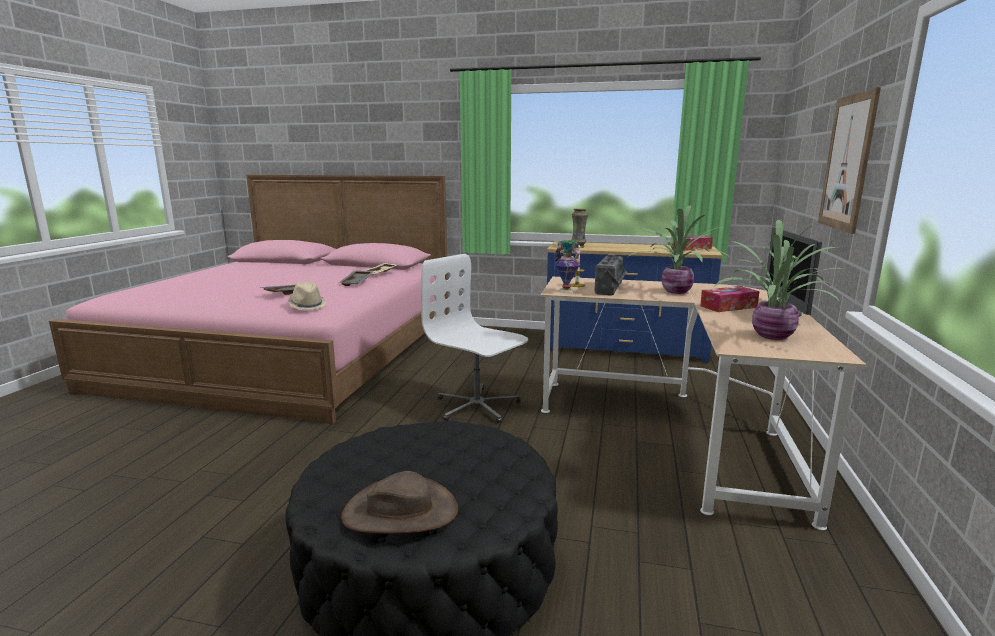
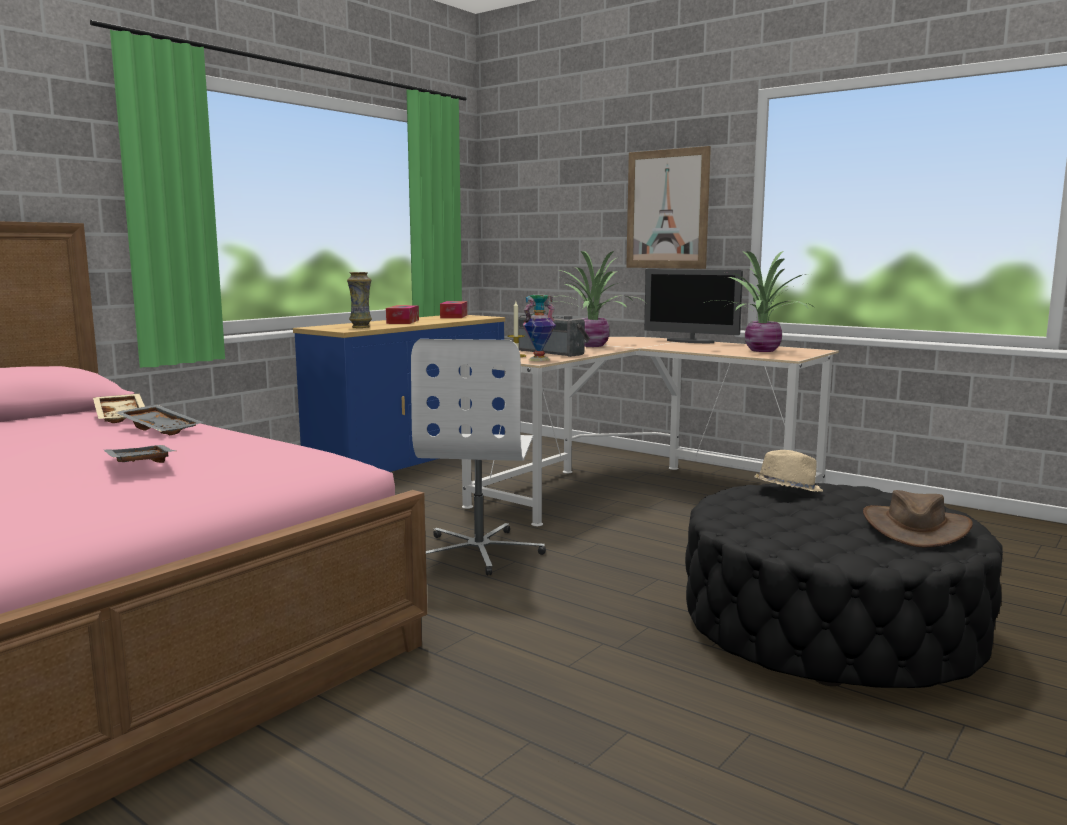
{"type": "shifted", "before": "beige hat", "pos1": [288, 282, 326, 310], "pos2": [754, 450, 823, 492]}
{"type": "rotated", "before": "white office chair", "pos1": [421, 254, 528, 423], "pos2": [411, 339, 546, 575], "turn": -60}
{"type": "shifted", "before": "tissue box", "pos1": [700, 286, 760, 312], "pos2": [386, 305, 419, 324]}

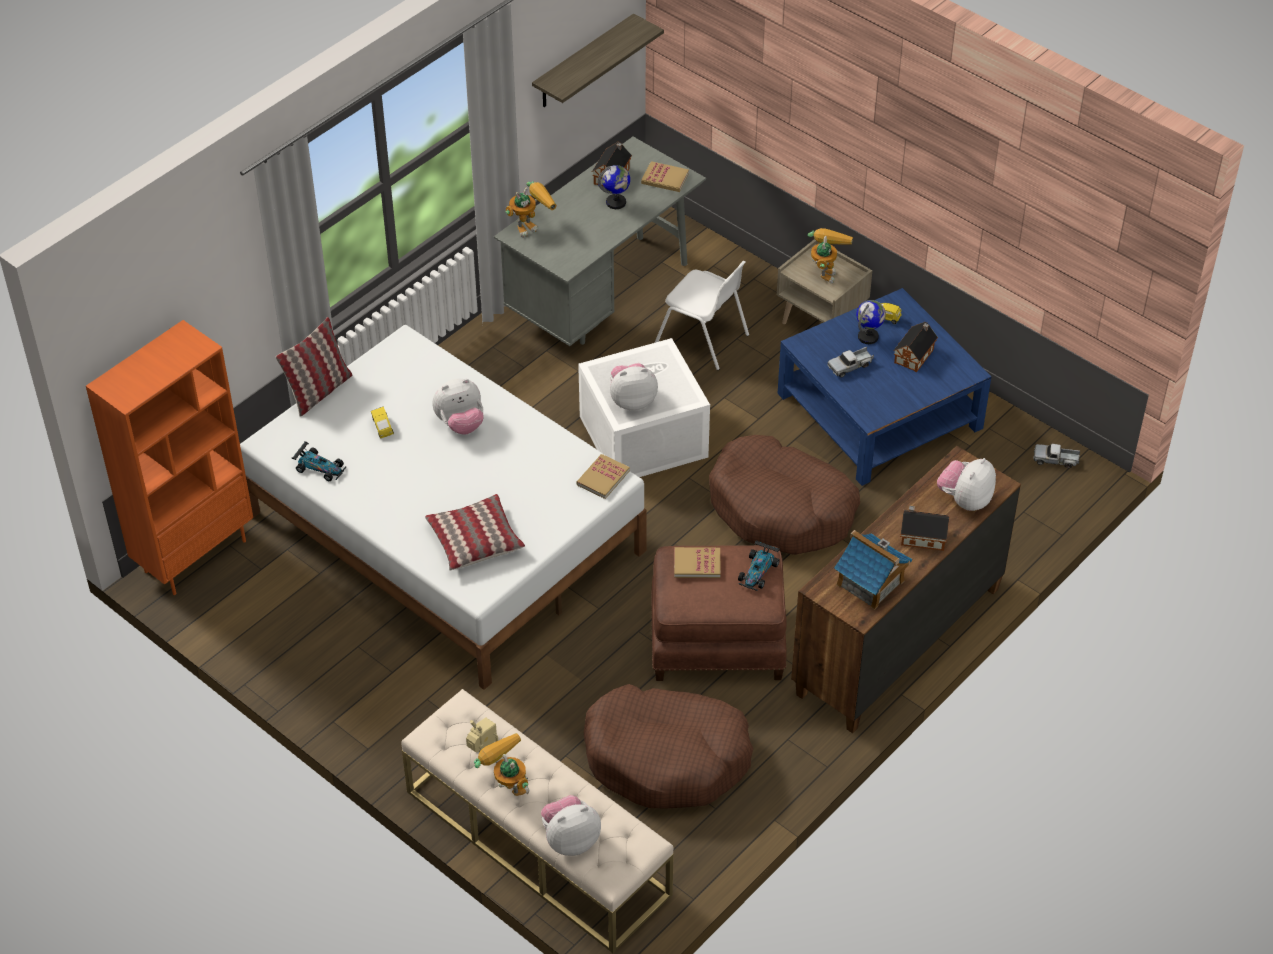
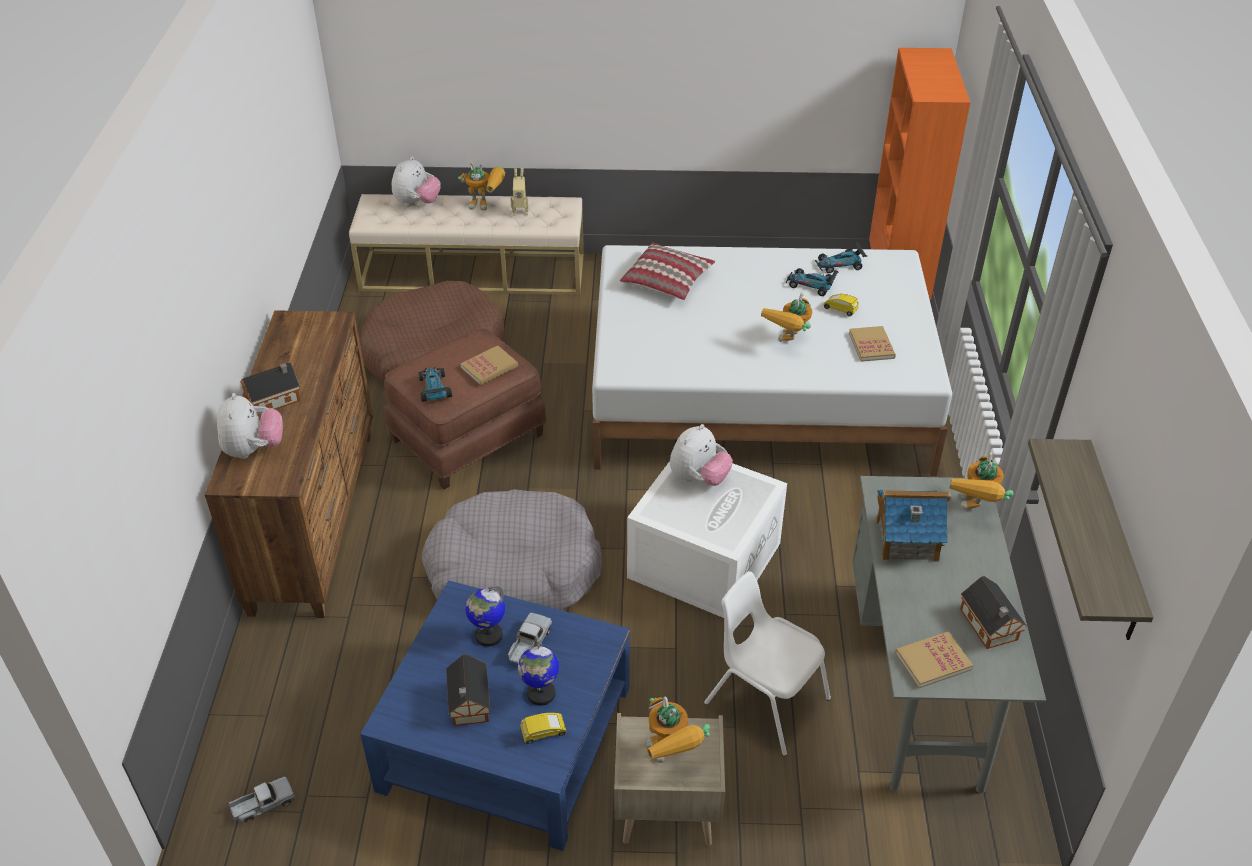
{"type": "gone", "before": "pillow", "pos1": [276, 317, 352, 417]}
{"type": "swapped", "before": "plush toy", "after": "toy robot", "pos1": [432, 379, 484, 434], "pos2": [761, 292, 812, 342]}
{"type": "shifted", "before": "book", "pos1": [576, 454, 630, 499], "pos2": [849, 326, 896, 362]}
{"type": "shifted", "before": "globe", "pos1": [598, 165, 630, 209], "pos2": [465, 586, 505, 647]}
{"type": "rotated", "before": "white chair", "pos1": [655, 261, 749, 370], "pos2": [704, 571, 831, 756], "turn": 45}
{"type": "repainted", "before": "brown dog bed", "after": "grey dog bed", "pos1": [709, 435, 860, 555], "pos2": [421, 489, 602, 610]}
{"type": "shifted", "before": "toy house", "pos1": [834, 530, 912, 610], "pos2": [876, 489, 951, 562]}
{"type": "new", "after": "toy car", "pos2": [786, 268, 839, 296]}

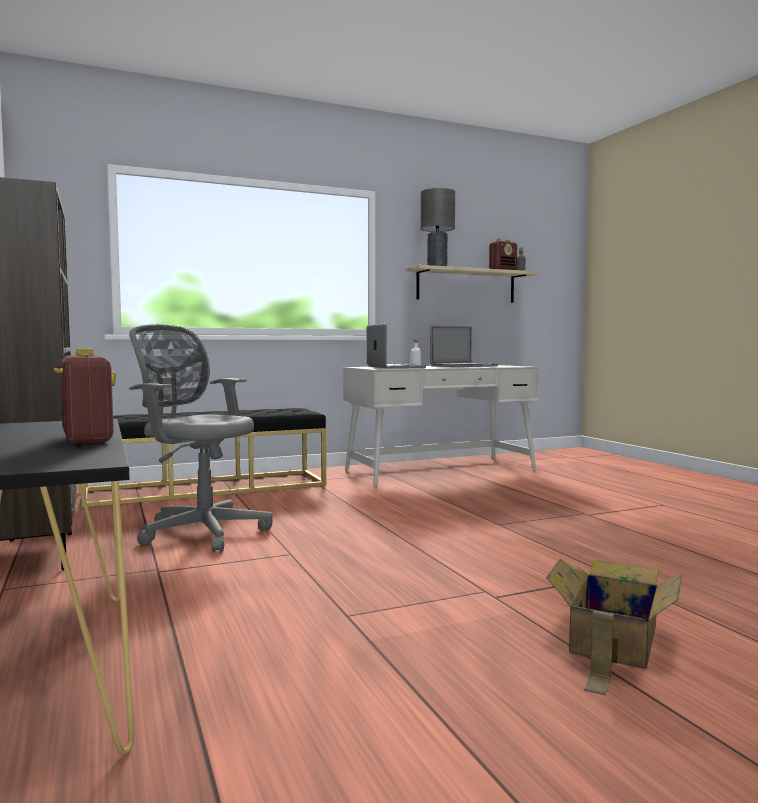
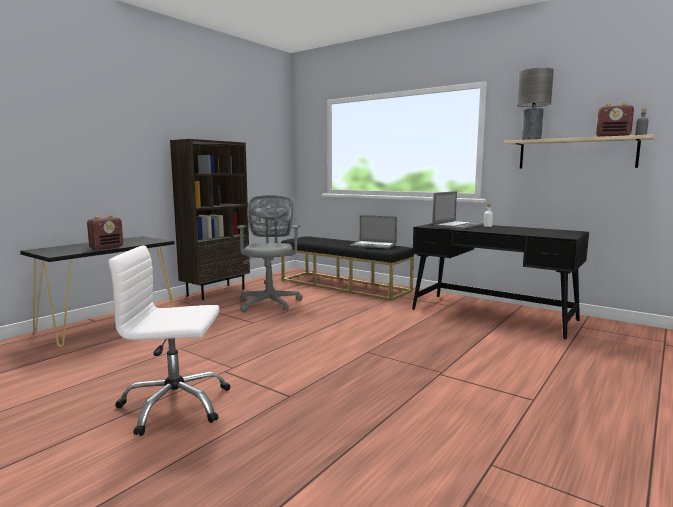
{"type": "repainted", "before": "white desk", "after": "black desk", "pos1": [343, 365, 540, 486], "pos2": [412, 223, 589, 339]}
{"type": "shifted", "before": "laptop", "pos1": [430, 326, 498, 367], "pos2": [350, 215, 397, 249]}
{"type": "swapped", "before": "cardboard box", "after": "white office chair", "pos1": [546, 558, 682, 696], "pos2": [108, 245, 230, 436]}

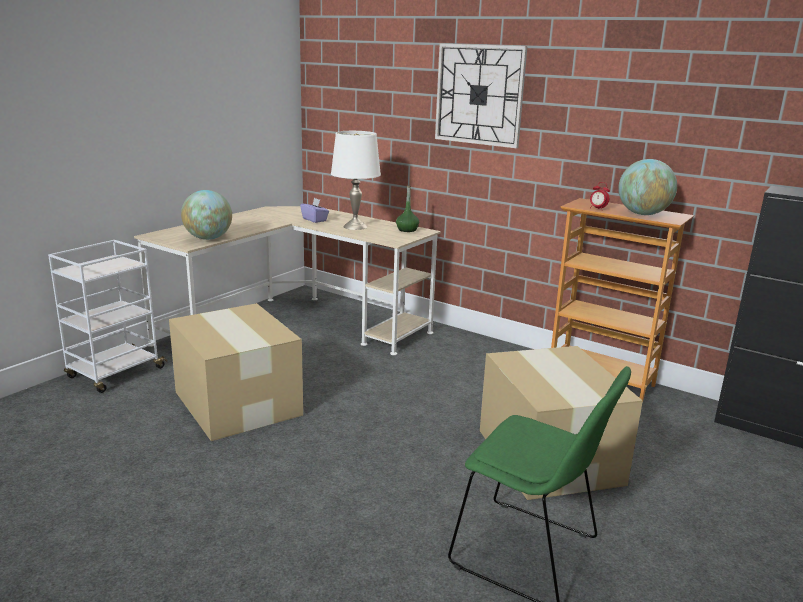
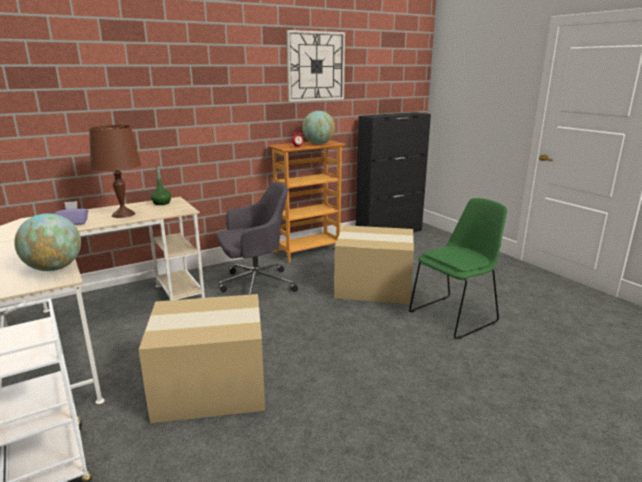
{"type": "repainted", "before": "white table lamp", "after": "brown table lamp", "pos1": [331, 131, 381, 230], "pos2": [89, 125, 141, 218]}
{"type": "shifted", "before": "wall clock", "pos1": [435, 43, 528, 148], "pos2": [286, 30, 345, 102]}
{"type": "new", "after": "grey office chair", "pos2": [217, 182, 298, 295]}

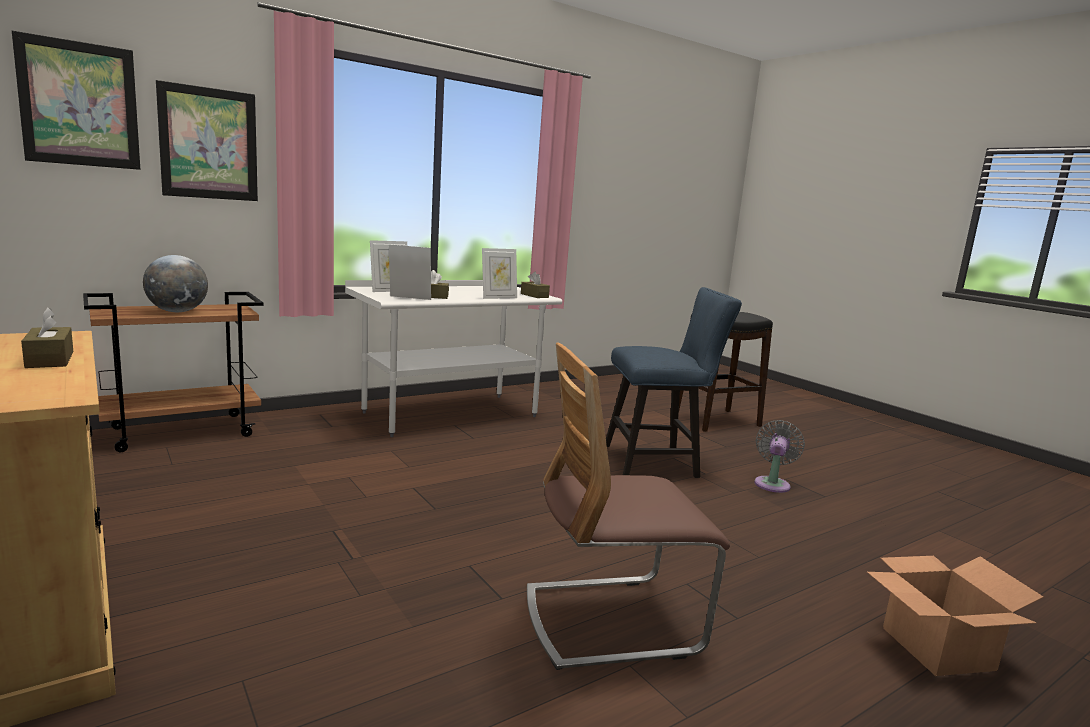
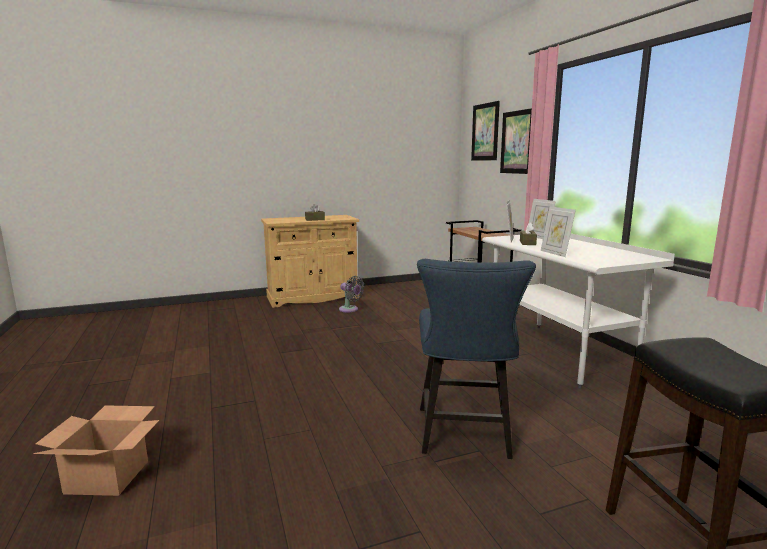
{"type": "gone", "before": "globe", "pos1": [143, 255, 208, 312]}
{"type": "gone", "before": "brown tissue box", "pos1": [521, 272, 550, 298]}
{"type": "gone", "before": "chair", "pos1": [527, 343, 730, 670]}
{"type": "shifted", "before": "grey fan", "pos1": [755, 420, 805, 493], "pos2": [339, 276, 364, 312]}

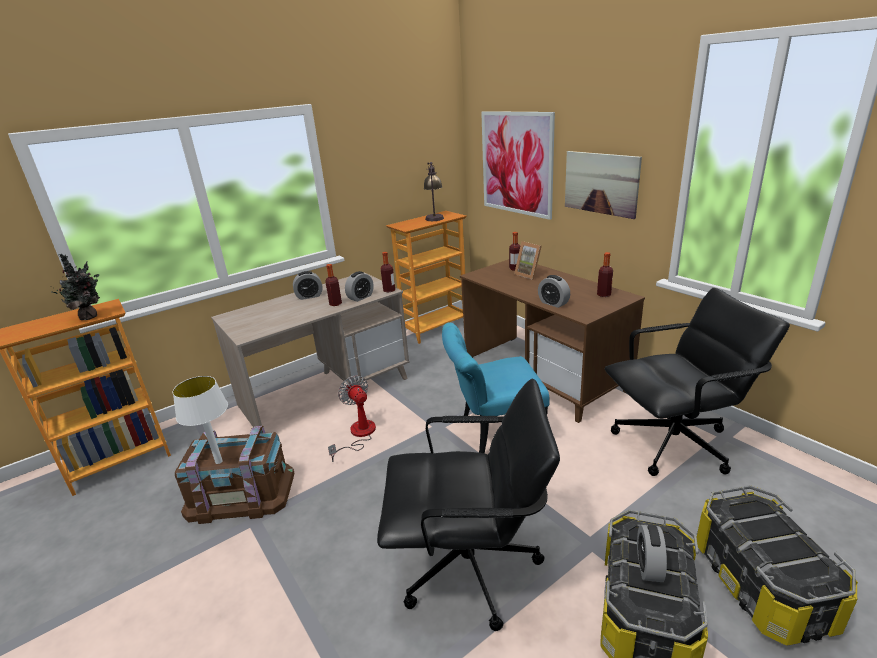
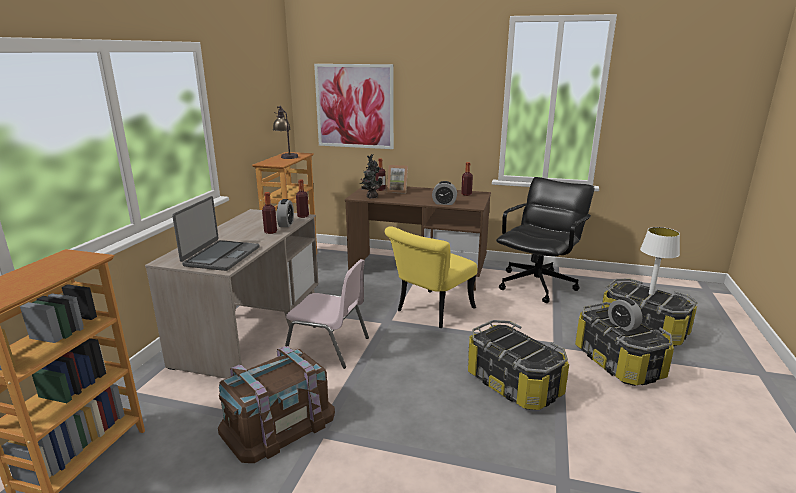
{"type": "shifted", "before": "potted plant", "pos1": [50, 253, 100, 320], "pos2": [360, 154, 383, 198]}
{"type": "shifted", "before": "white table lamp", "pos1": [173, 376, 228, 464], "pos2": [640, 227, 680, 295]}
{"type": "gone", "before": "alarm clock", "pos1": [293, 271, 323, 300]}
{"type": "swapped", "before": "fan", "after": "pink chair", "pos1": [328, 376, 376, 462], "pos2": [285, 259, 369, 369]}
{"type": "swapped", "before": "black office chair", "after": "storage box", "pos1": [377, 379, 560, 631], "pos2": [468, 320, 569, 410]}
{"type": "repainted", "before": "turquoise chair", "after": "yellow chair", "pos1": [442, 322, 550, 453], "pos2": [385, 226, 477, 328]}
{"type": "gone", "before": "picture", "pos1": [565, 151, 642, 219]}
{"type": "new", "after": "laptop", "pos2": [172, 196, 260, 271]}

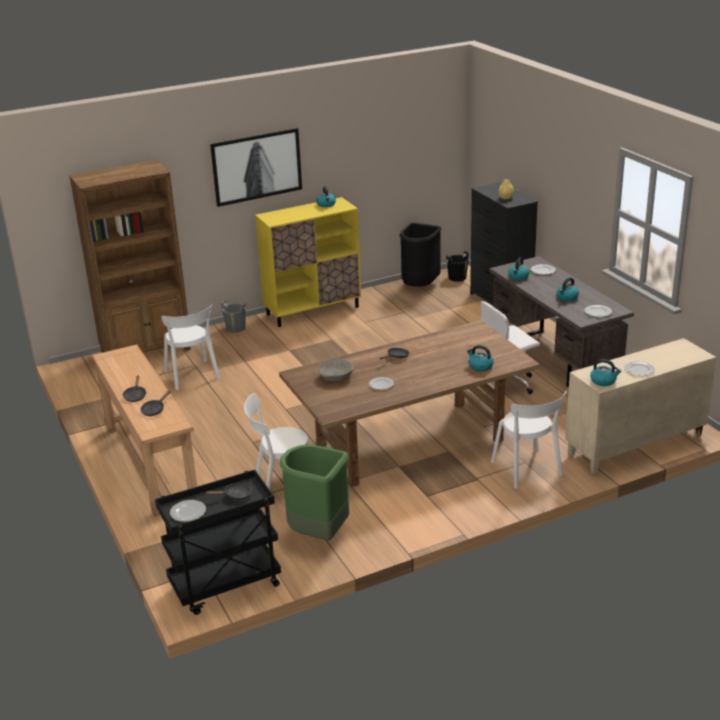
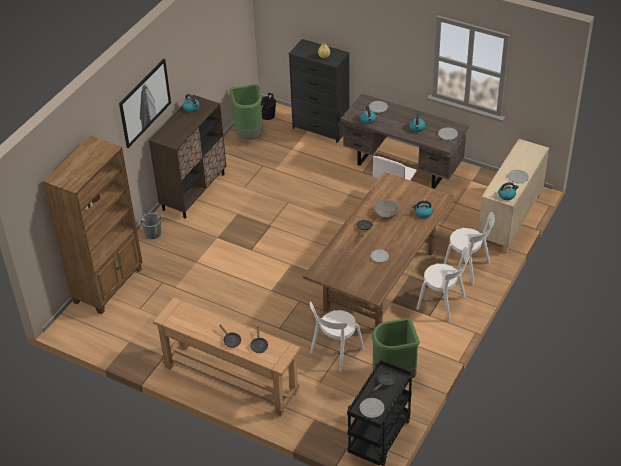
{"type": "shifted", "before": "white chair", "pos1": [161, 305, 220, 390], "pos2": [416, 247, 470, 322]}
{"type": "repainted", "before": "yellow cabinet", "after": "brown cabinet", "pos1": [255, 197, 361, 327], "pos2": [149, 95, 226, 219]}
{"type": "shifted", "before": "beige bowl", "pos1": [318, 359, 354, 382], "pos2": [374, 199, 399, 219]}
{"type": "repainted", "before": "black trash can", "after": "green trash can", "pos1": [399, 222, 442, 287], "pos2": [230, 84, 263, 140]}

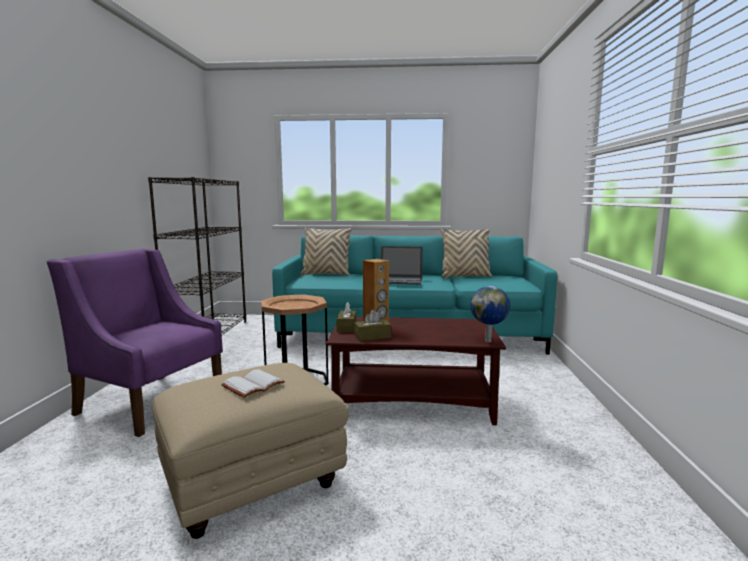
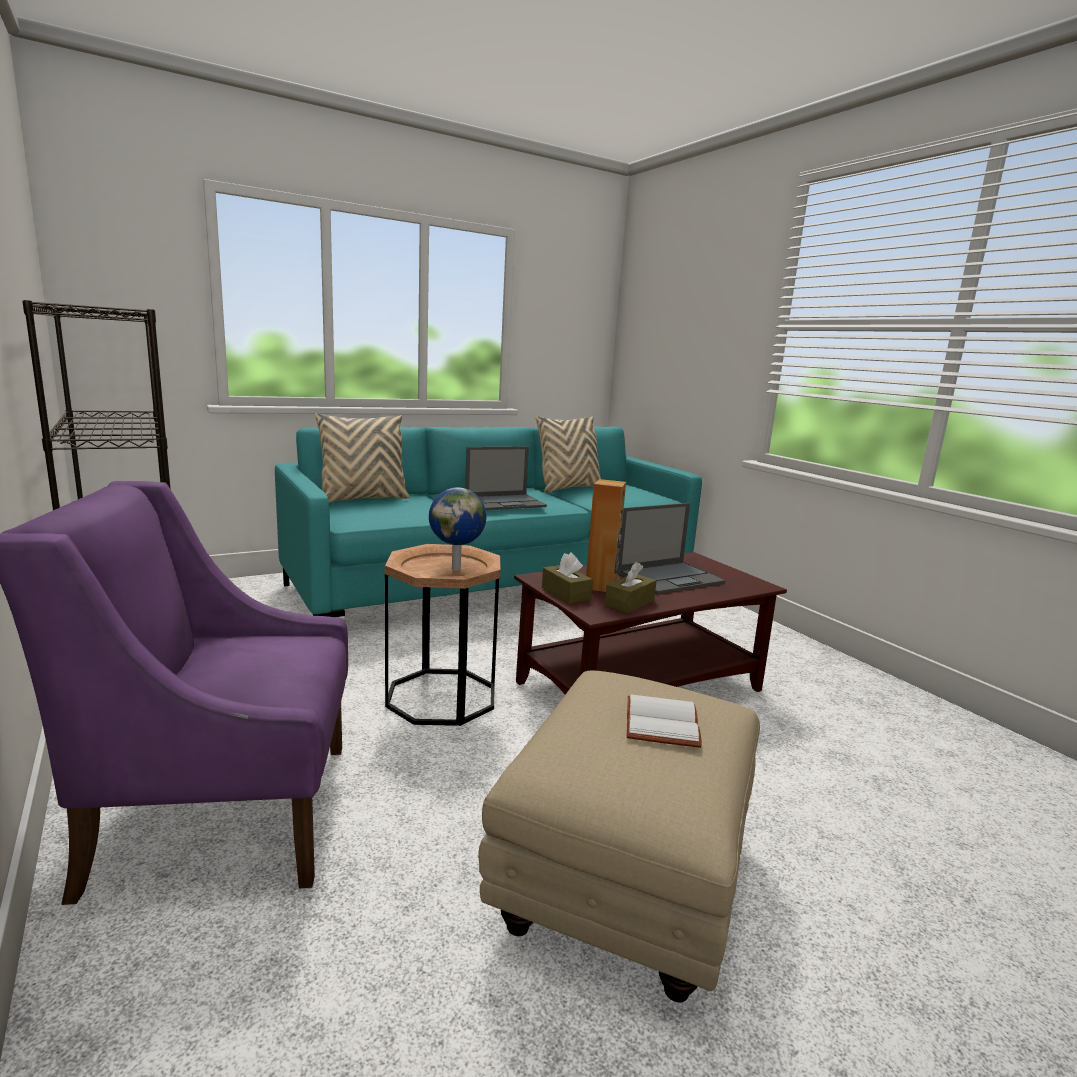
{"type": "shifted", "before": "globe", "pos1": [471, 286, 510, 342], "pos2": [429, 487, 486, 571]}
{"type": "new", "after": "laptop", "pos2": [617, 503, 726, 594]}

